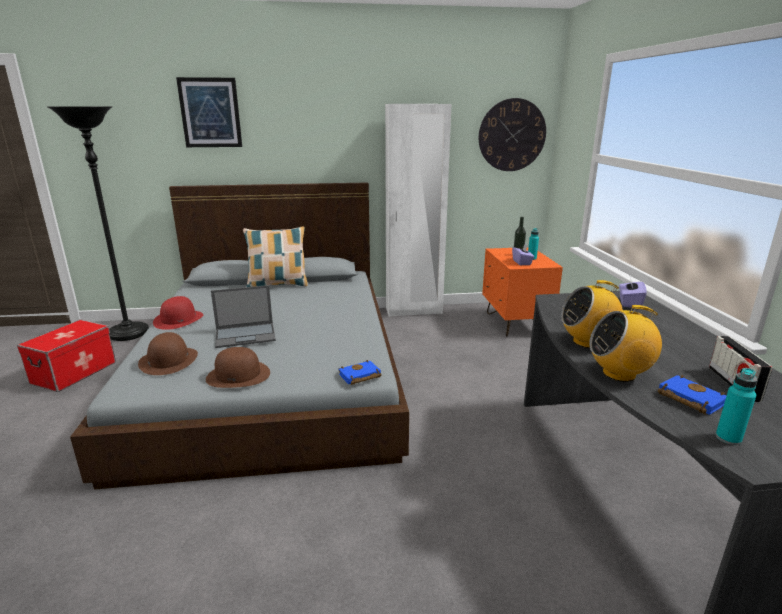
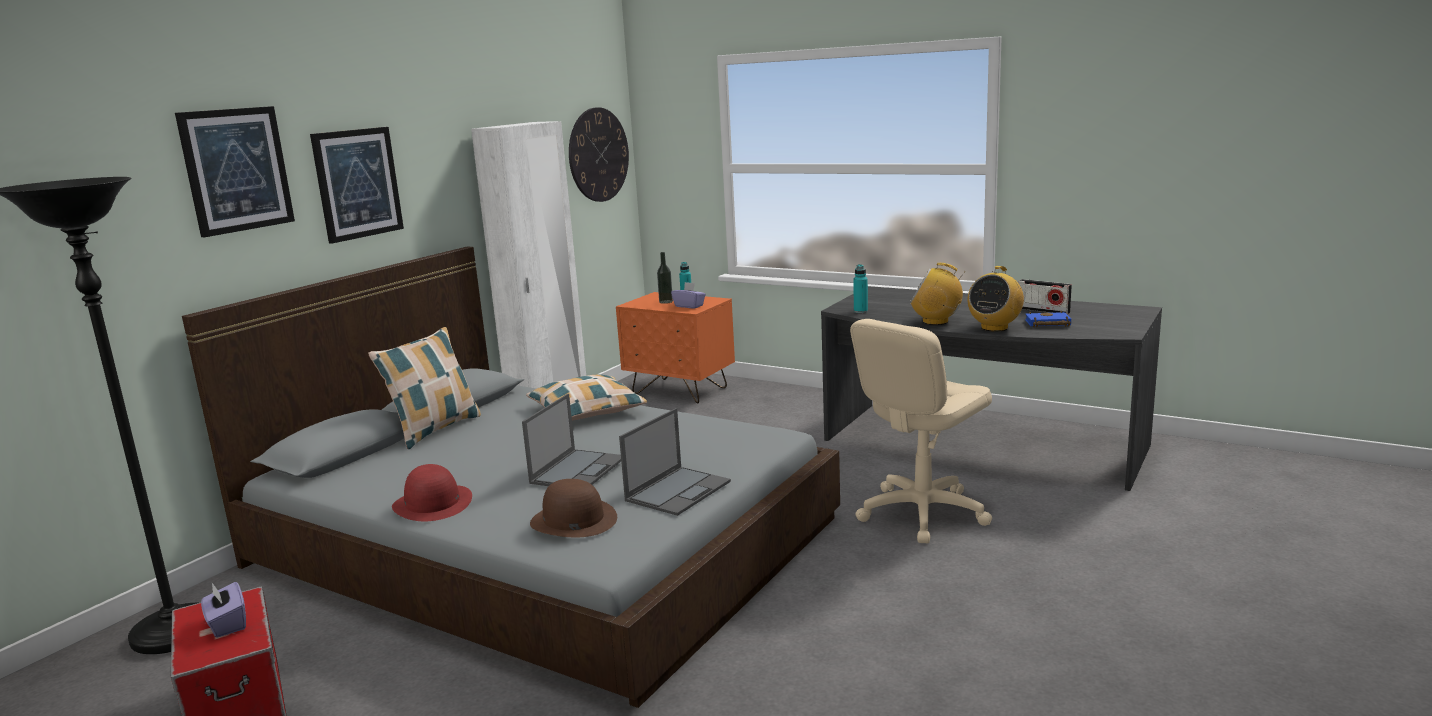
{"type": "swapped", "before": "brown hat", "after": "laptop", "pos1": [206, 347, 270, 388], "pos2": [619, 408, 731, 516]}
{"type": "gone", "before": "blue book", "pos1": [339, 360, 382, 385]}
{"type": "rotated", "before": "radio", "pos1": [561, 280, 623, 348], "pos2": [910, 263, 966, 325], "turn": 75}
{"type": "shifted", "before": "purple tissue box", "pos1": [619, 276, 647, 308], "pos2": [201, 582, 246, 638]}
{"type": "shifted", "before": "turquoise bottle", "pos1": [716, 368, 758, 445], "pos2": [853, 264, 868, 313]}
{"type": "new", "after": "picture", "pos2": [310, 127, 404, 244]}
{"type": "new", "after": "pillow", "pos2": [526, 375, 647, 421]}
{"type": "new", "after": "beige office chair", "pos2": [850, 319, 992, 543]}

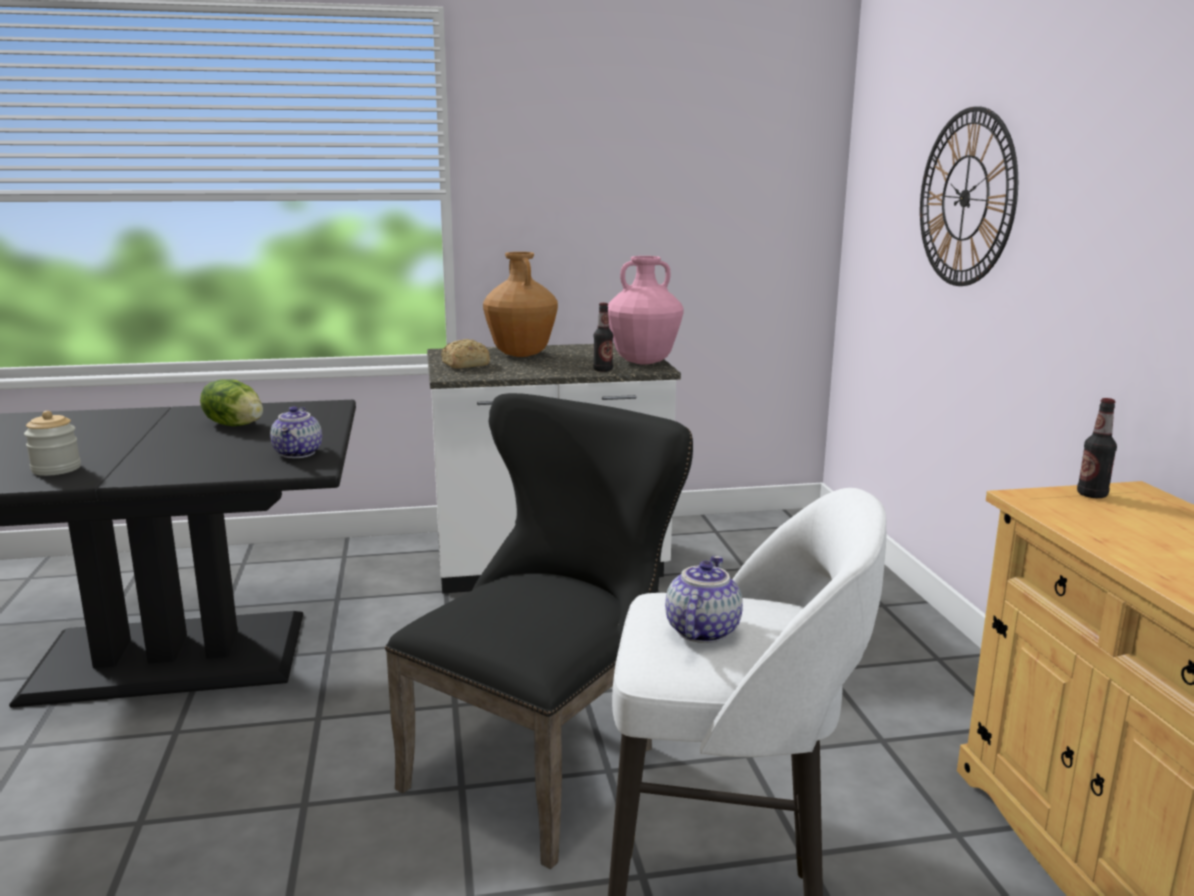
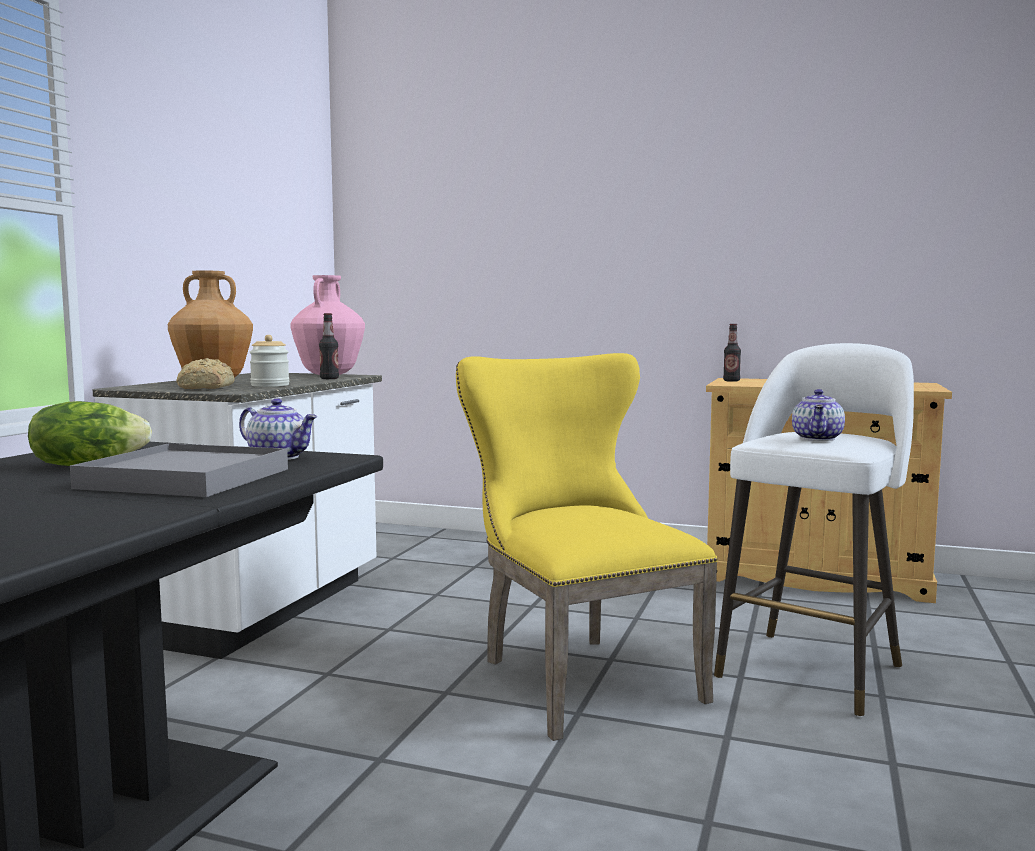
{"type": "shifted", "before": "jar", "pos1": [24, 411, 81, 476], "pos2": [249, 335, 289, 387]}
{"type": "repainted", "before": "black chair", "after": "yellow chair", "pos1": [385, 393, 693, 869], "pos2": [456, 353, 718, 741]}
{"type": "rotated", "before": "teapot", "pos1": [665, 556, 743, 643], "pos2": [792, 389, 845, 441], "turn": -120}
{"type": "gone", "before": "wall clock", "pos1": [920, 106, 1018, 286]}
{"type": "new", "after": "grey tray", "pos2": [70, 443, 288, 497]}

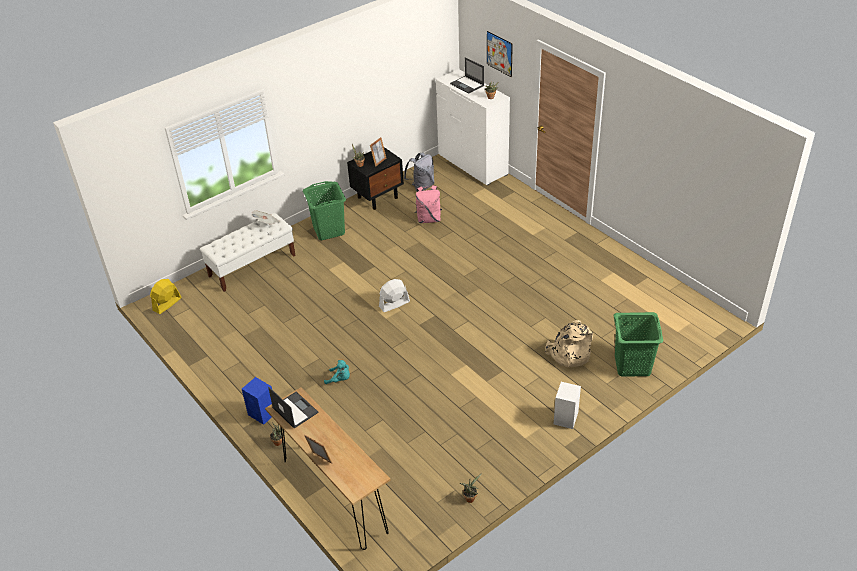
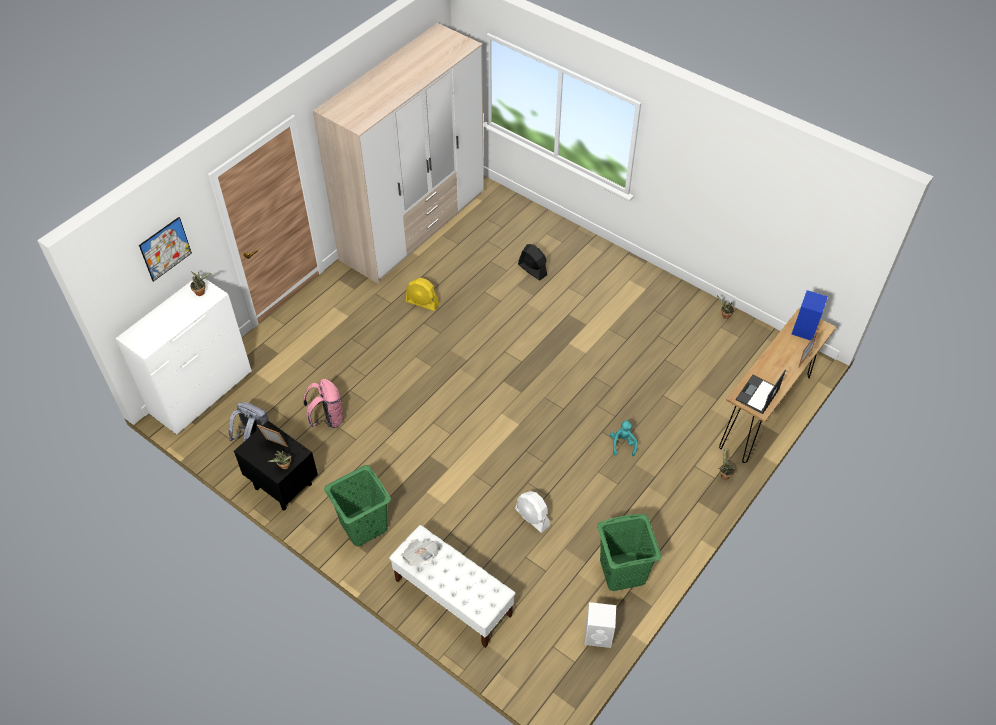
{"type": "shifted", "before": "yellow fan", "pos1": [150, 279, 181, 314], "pos2": [406, 278, 439, 311]}
{"type": "shifted", "before": "blue speaker", "pos1": [242, 377, 272, 425], "pos2": [791, 290, 828, 340]}
{"type": "shifted", "before": "white fan", "pos1": [379, 279, 410, 312], "pos2": [515, 491, 550, 533]}
{"type": "gone", "before": "laptop", "pos1": [450, 57, 484, 93]}
{"type": "swapped", "before": "beige backpack", "after": "black fan", "pos1": [545, 320, 593, 367], "pos2": [518, 244, 547, 280]}
{"type": "shifted", "before": "white speaker", "pos1": [554, 382, 581, 429], "pos2": [584, 602, 616, 648]}
{"type": "shifted", "before": "green laundry basket", "pos1": [613, 312, 664, 377], "pos2": [597, 514, 662, 591]}
{"type": "new", "after": "wardrobe", "pos2": [313, 23, 484, 284]}

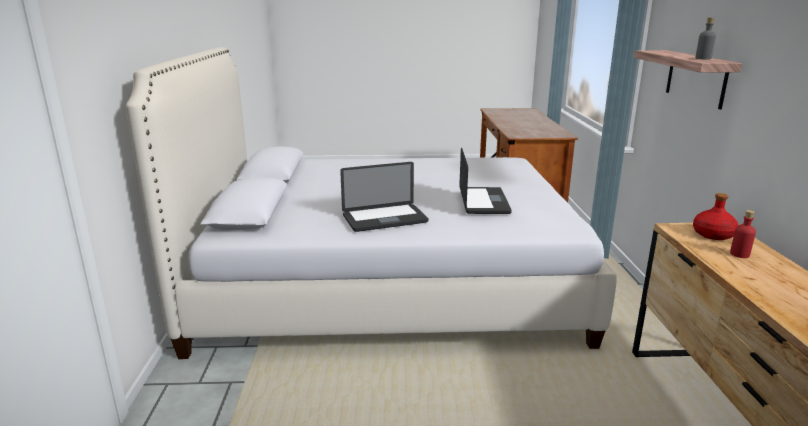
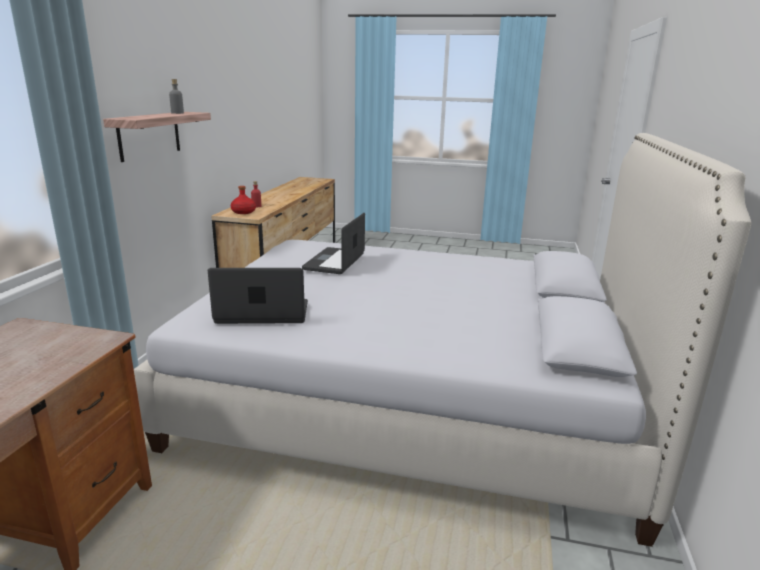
{"type": "shifted", "before": "laptop", "pos1": [340, 162, 429, 232], "pos2": [208, 268, 308, 324]}

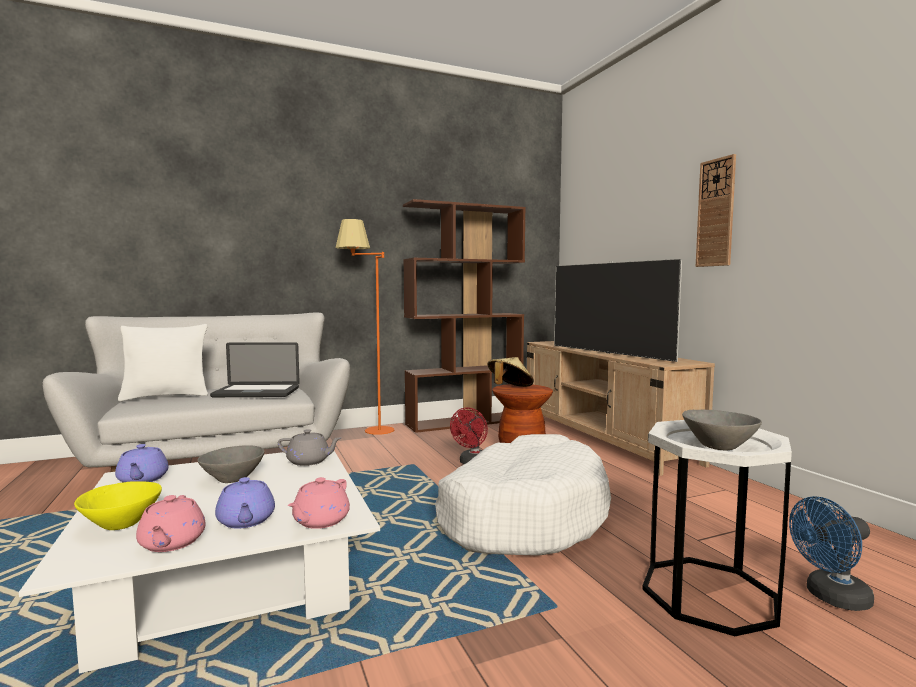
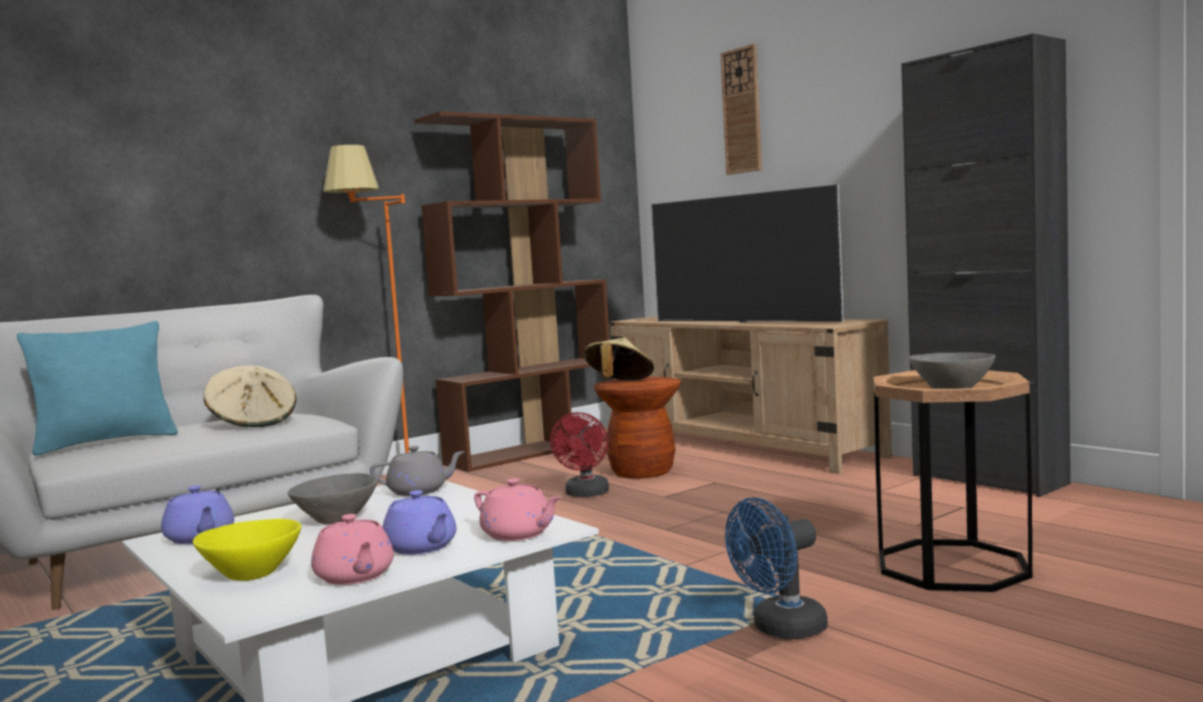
{"type": "repainted", "before": "white pillow", "after": "turquoise pillow", "pos1": [118, 324, 208, 401], "pos2": [17, 321, 178, 456]}
{"type": "swapped", "before": "laptop", "after": "beige hat", "pos1": [210, 342, 300, 397], "pos2": [204, 366, 296, 427]}
{"type": "rotated", "before": "pink teapot", "pos1": [288, 477, 350, 529], "pos2": [474, 478, 562, 541], "turn": -60}
{"type": "gone", "before": "white dog bed", "pos1": [435, 434, 611, 556]}
{"type": "repainted", "before": "white side table", "after": "brown side table", "pos1": [642, 420, 792, 636], "pos2": [873, 370, 1032, 592]}
{"type": "shifted", "before": "wall clock", "pos1": [696, 154, 736, 267], "pos2": [720, 44, 762, 175]}
{"type": "shifted", "before": "blue fan", "pos1": [789, 496, 874, 611], "pos2": [725, 497, 828, 639]}
{"type": "new", "after": "black cabinet", "pos2": [901, 33, 1071, 497]}

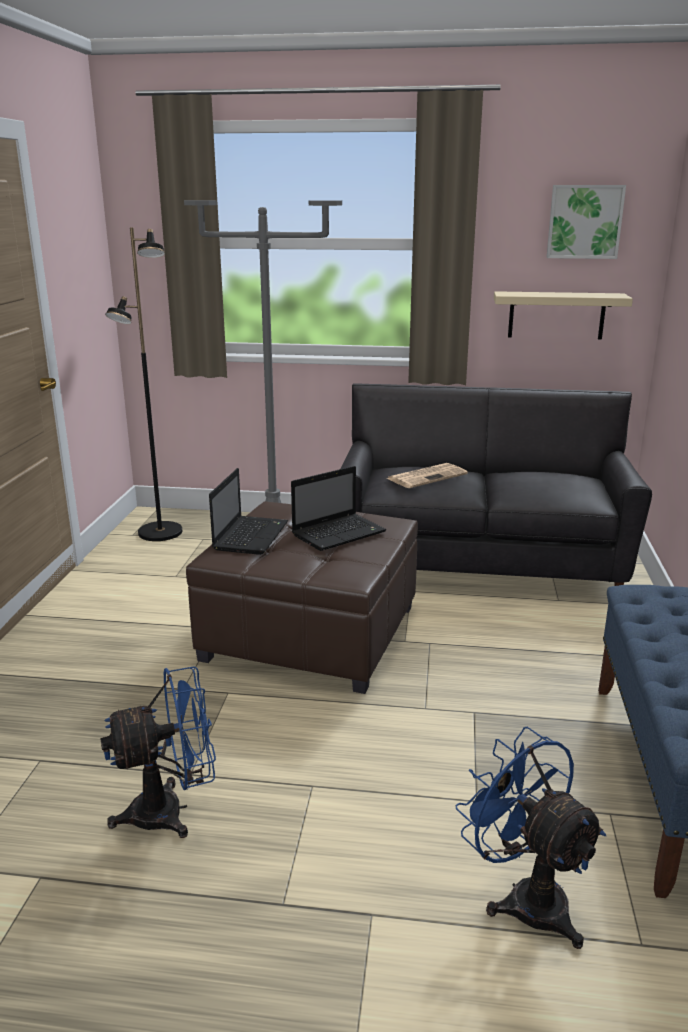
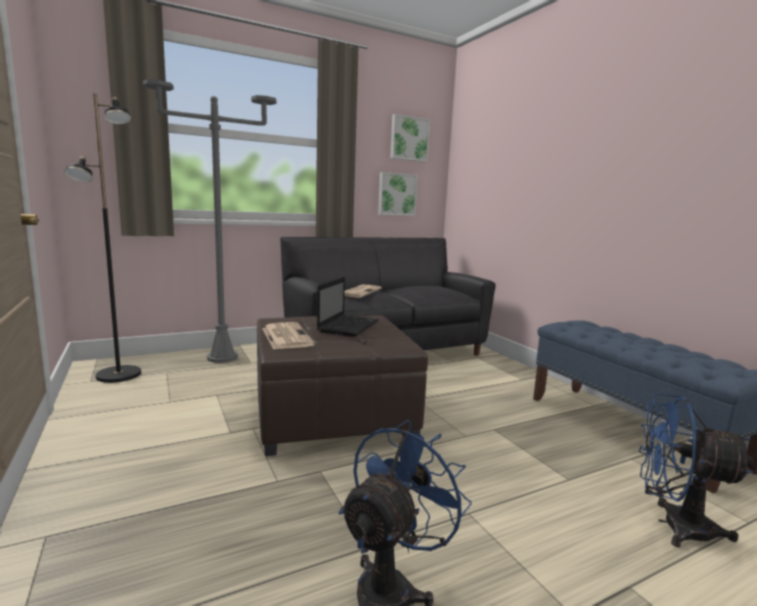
{"type": "swapped", "before": "laptop", "after": "newspaper", "pos1": [209, 468, 288, 555], "pos2": [262, 322, 315, 350]}
{"type": "swapped", "before": "beige shelf", "after": "picture", "pos1": [494, 291, 633, 339], "pos2": [378, 172, 418, 216]}

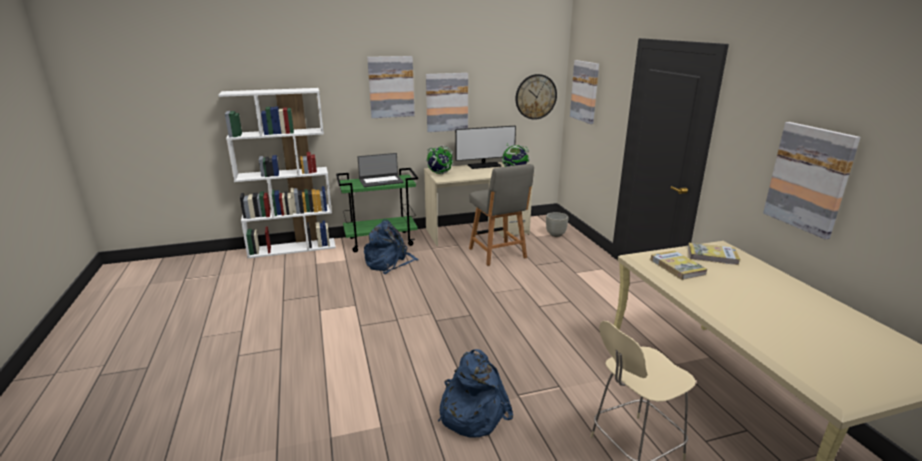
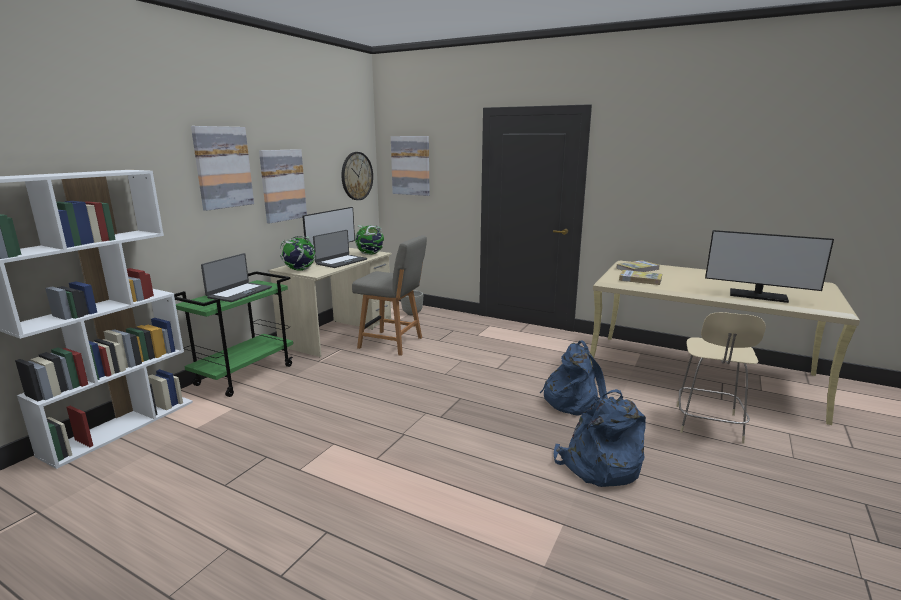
{"type": "shifted", "before": "blue backpack", "pos1": [364, 219, 419, 274], "pos2": [540, 340, 608, 416]}
{"type": "gone", "before": "picture", "pos1": [763, 122, 860, 239]}
{"type": "new", "after": "laptop", "pos2": [313, 230, 367, 268]}
{"type": "new", "after": "monitor", "pos2": [705, 230, 834, 303]}

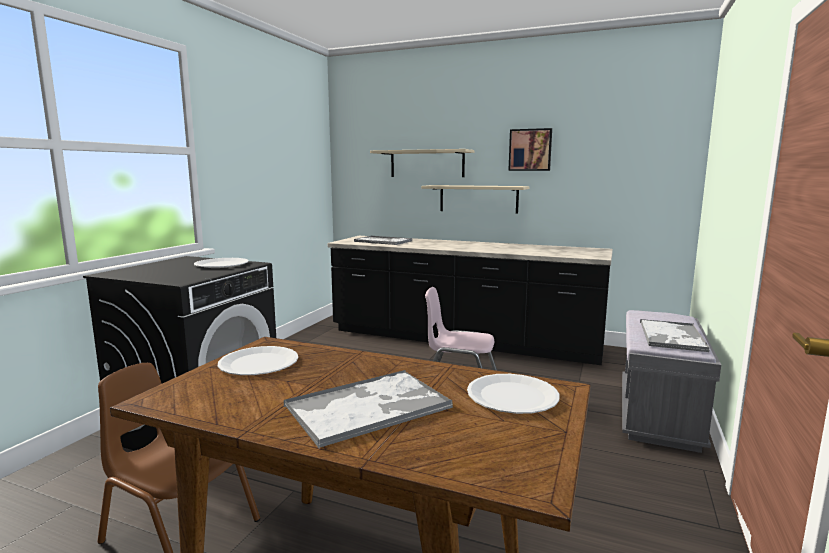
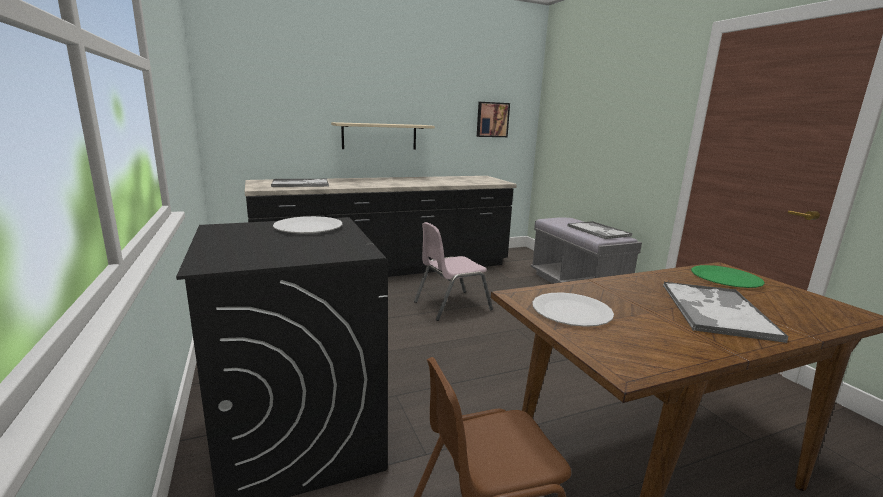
{"type": "gone", "before": "beige shelf", "pos1": [370, 149, 474, 177]}
{"type": "repainted", "before": "white plate", "after": "green plate", "pos1": [467, 374, 559, 414], "pos2": [691, 265, 765, 288]}
{"type": "shifted", "before": "picture", "pos1": [508, 128, 552, 171], "pos2": [477, 102, 510, 137]}

